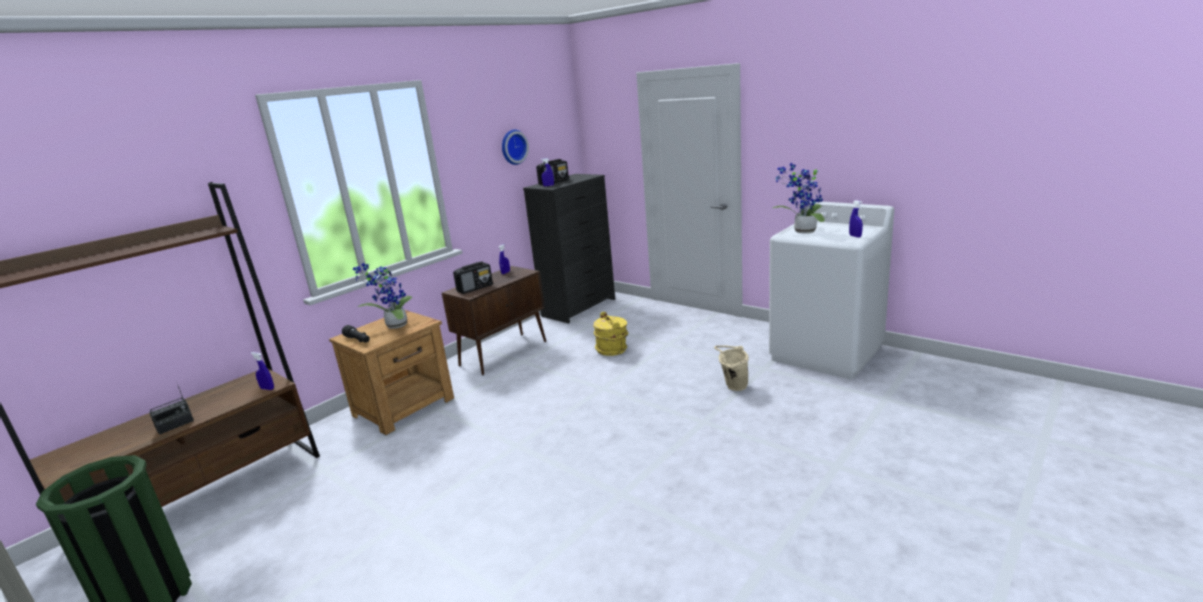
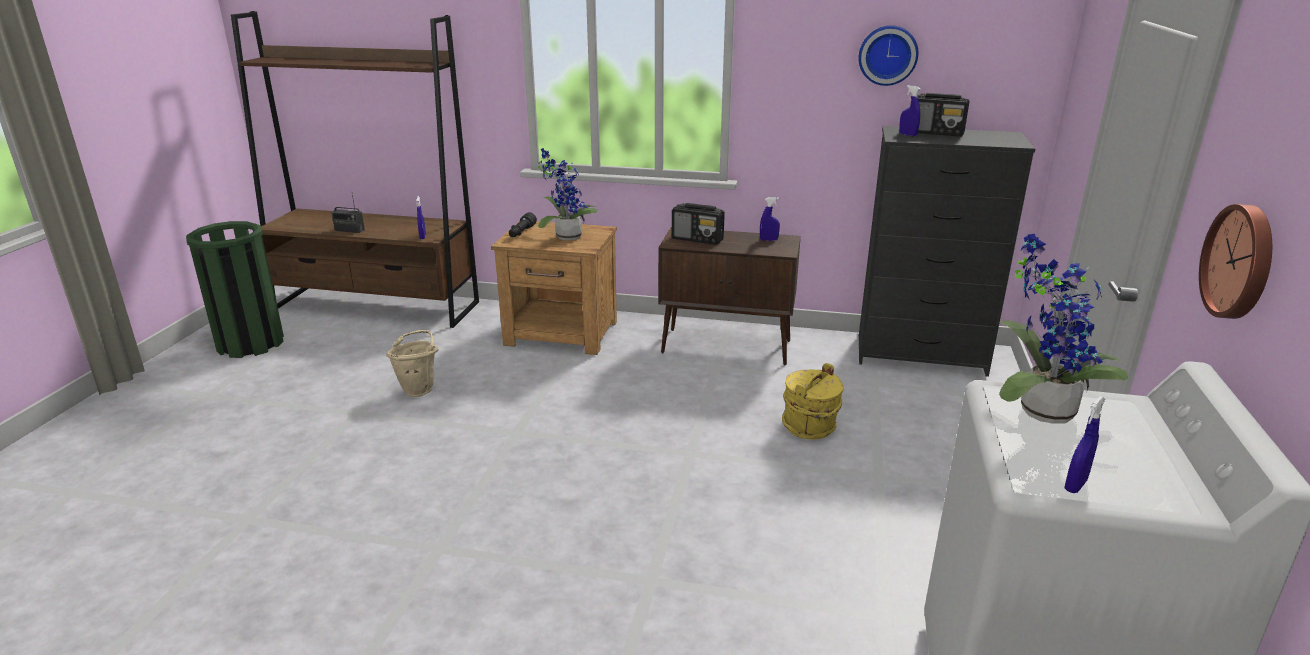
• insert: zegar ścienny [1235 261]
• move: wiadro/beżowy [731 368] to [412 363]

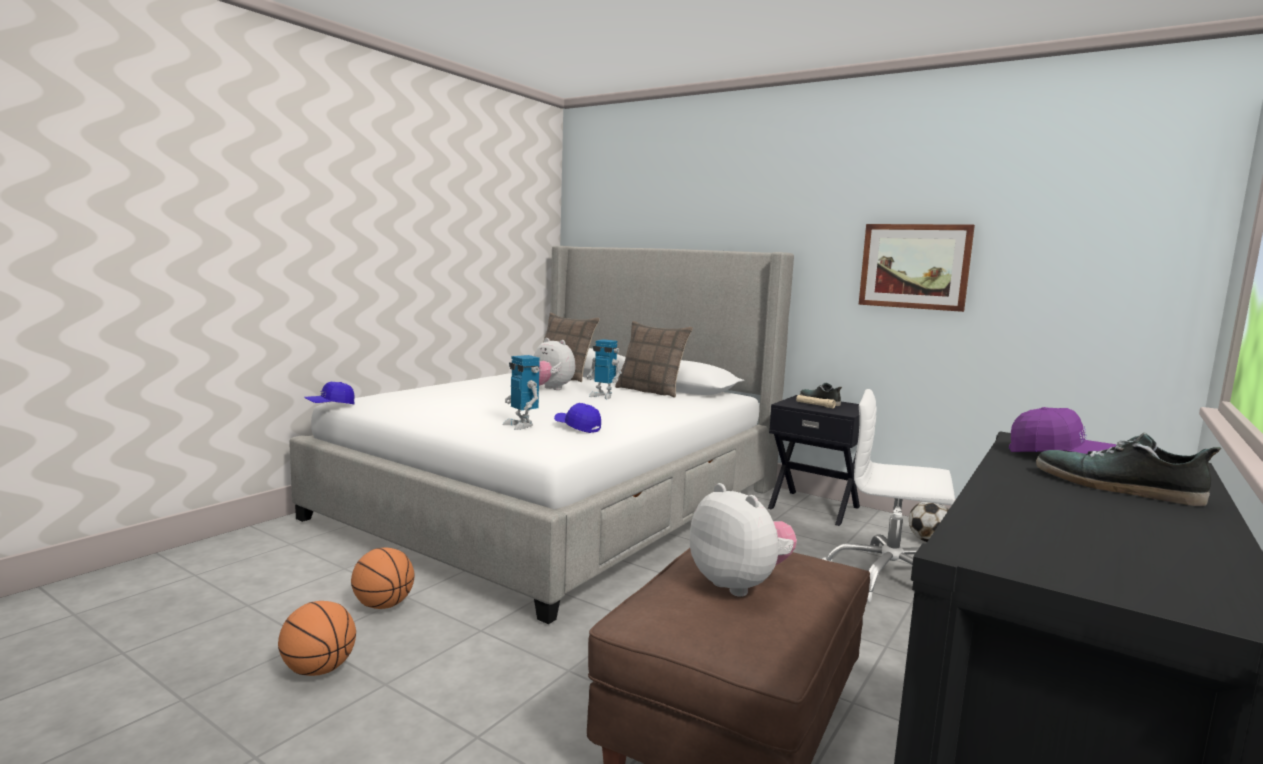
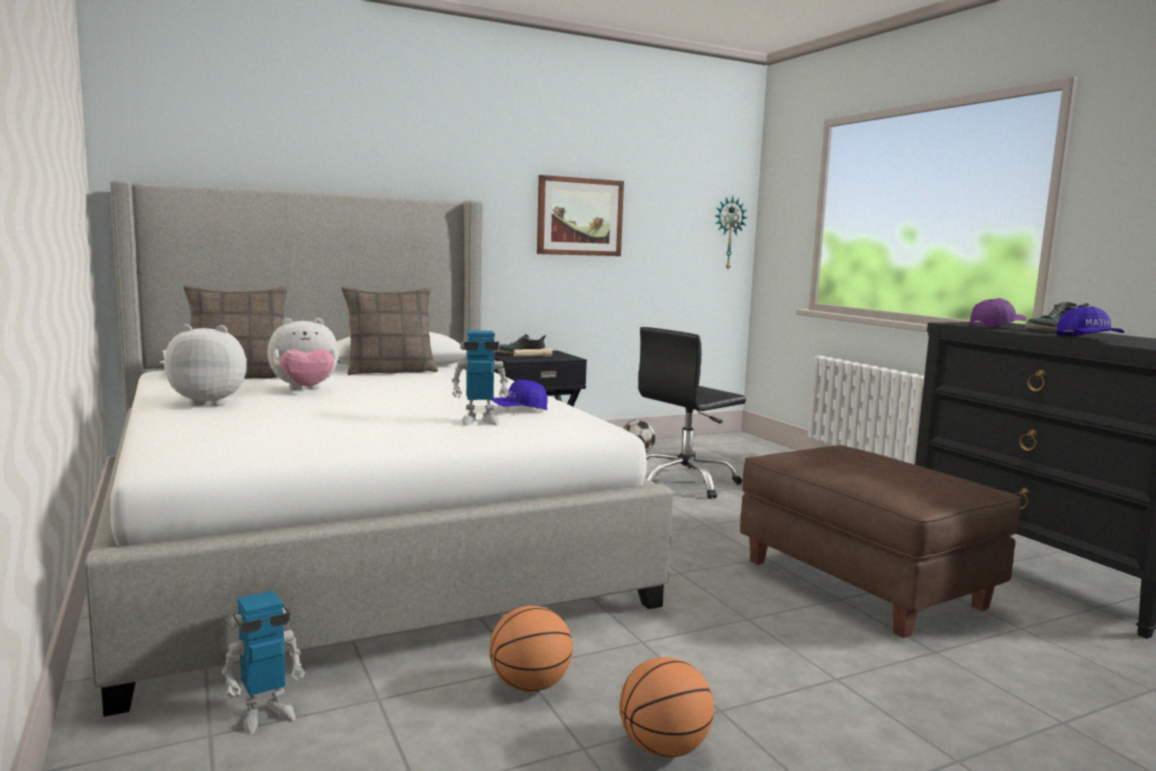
• insert: zegar ścienny [731 232]
• move: czapka z daszkiem/niebieski [329 393] to [1090 321]
• move: robot zabawkowy [604 369] to [263 662]
• move: pluszak [743 540] to [205 365]
• recolor: krzesło biurowe/biały [888 495] to krzesło biurowe/czarny [692 413]

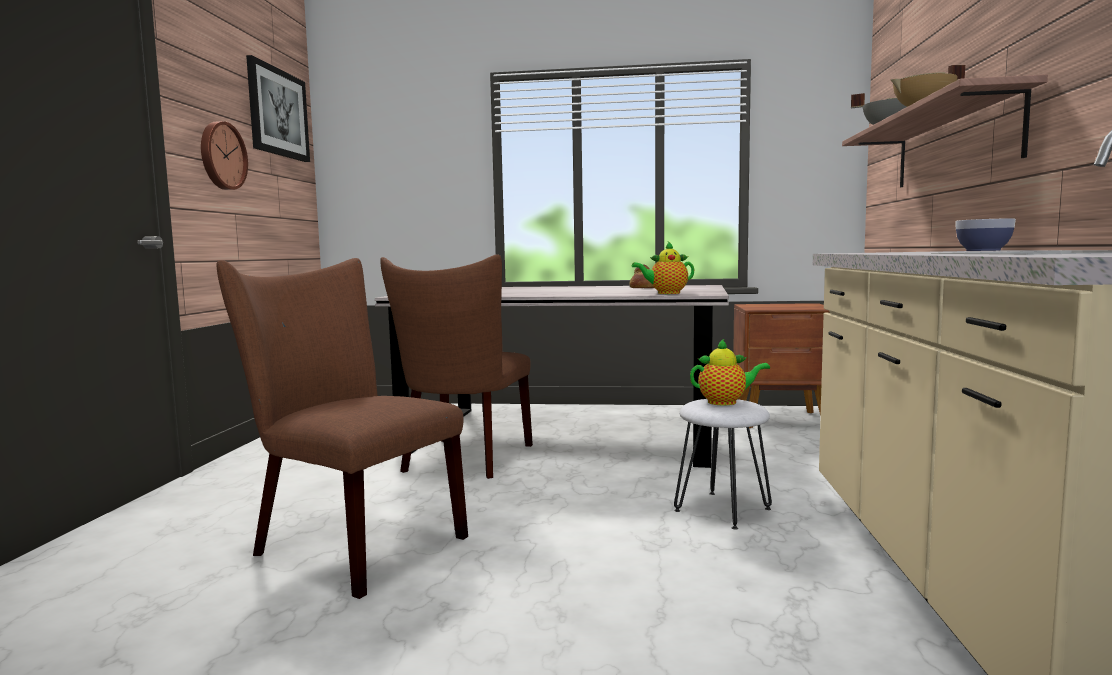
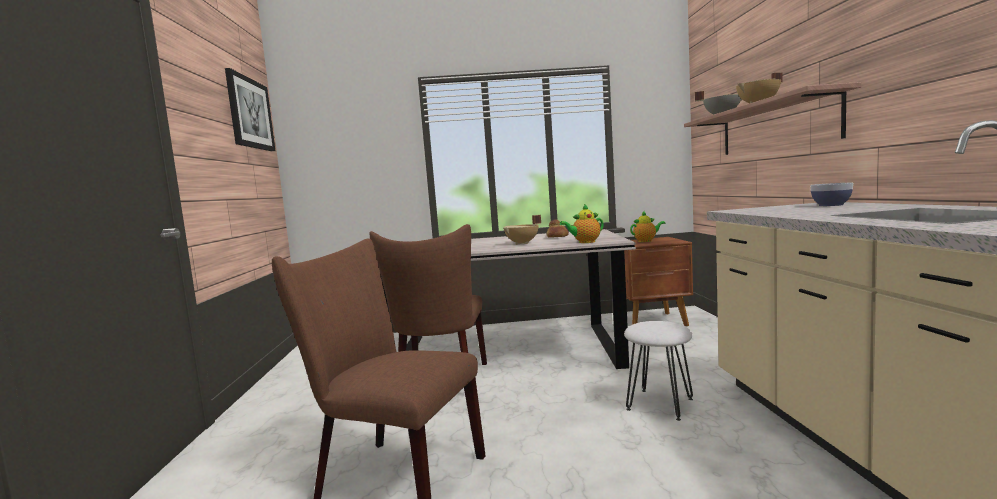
• delete: zegar ścienny [224 155]
• insert: garnek/beżowy [522 230]
• move: imbryk [730 371] to [647 226]

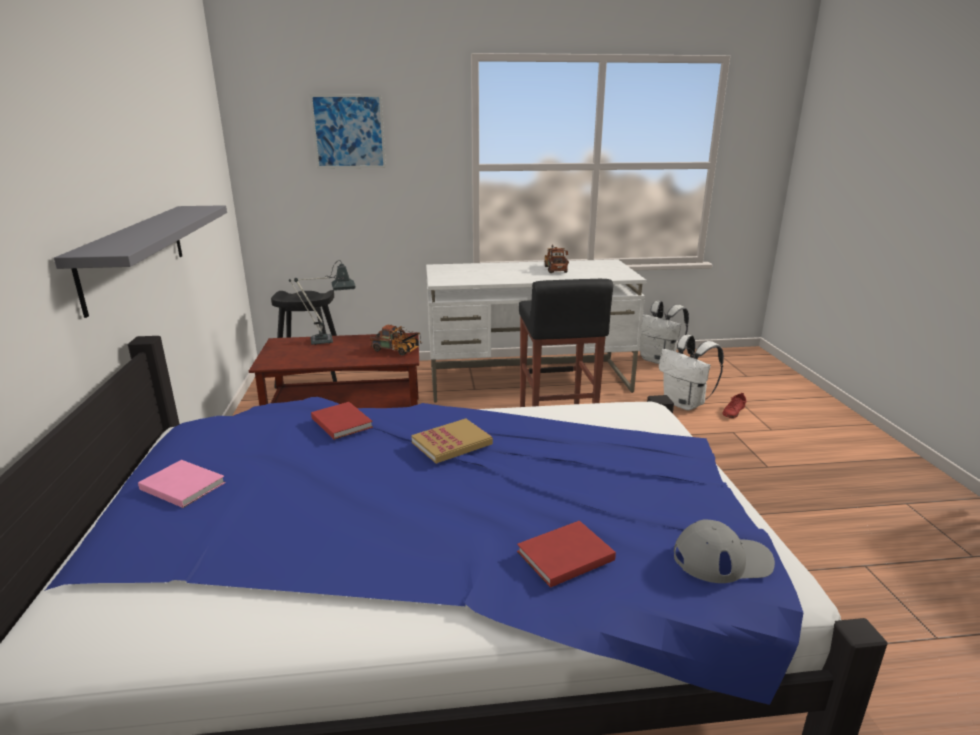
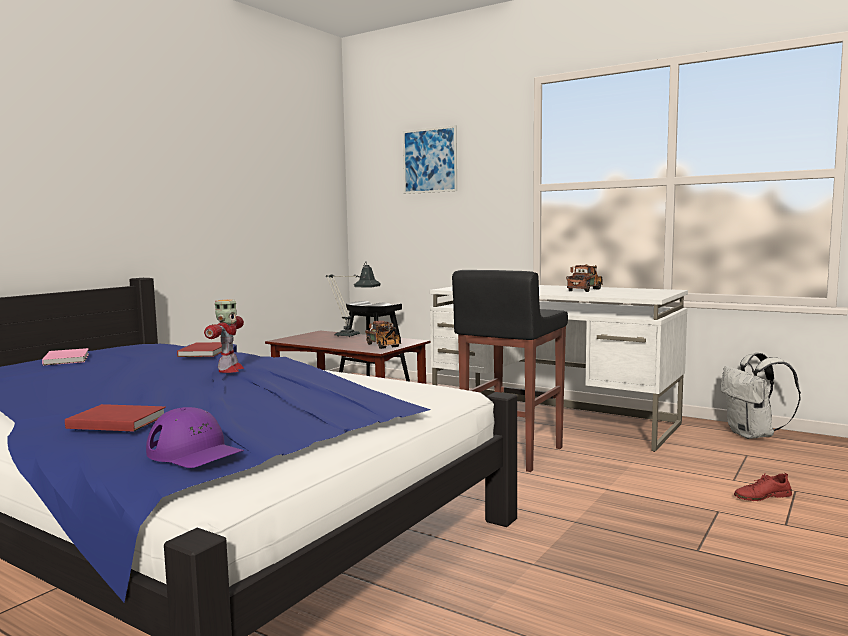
• delete: półka/szary [140 261]
• delete: plecak/biały [691 372]
• replace: książka [452 441] to robot zabawkowy [224 336]
• recolor: czapka z daszkiem/szary [724 551] to czapka z daszkiem/fioletowy [195 437]

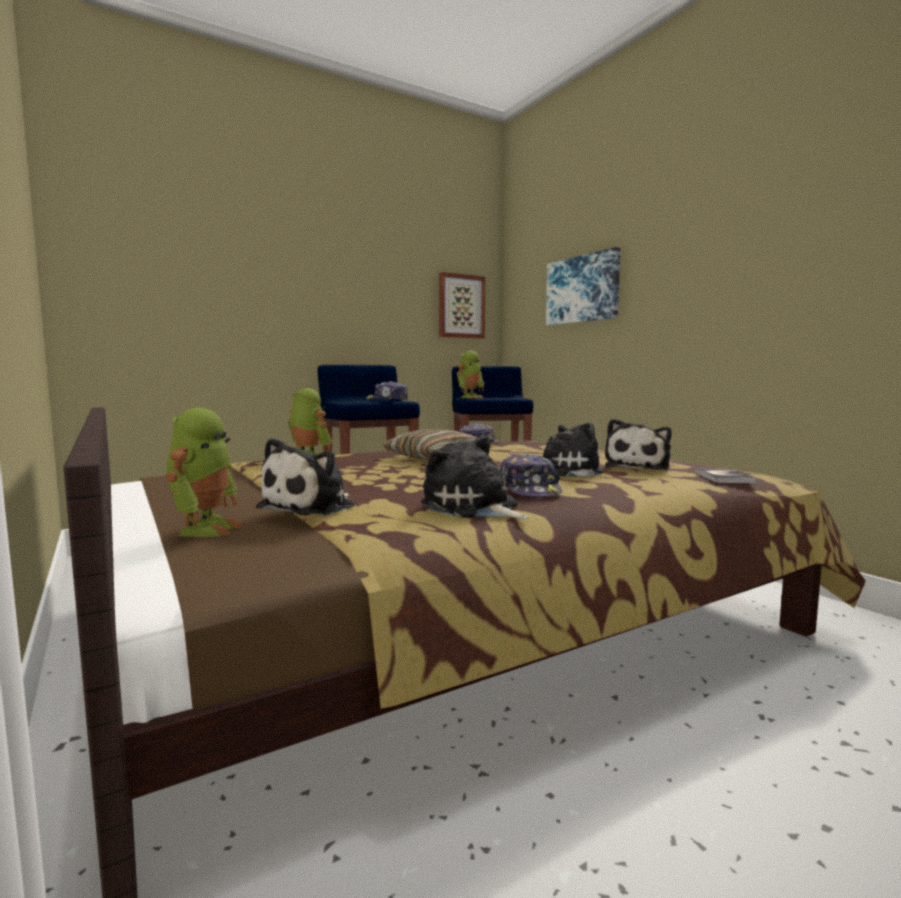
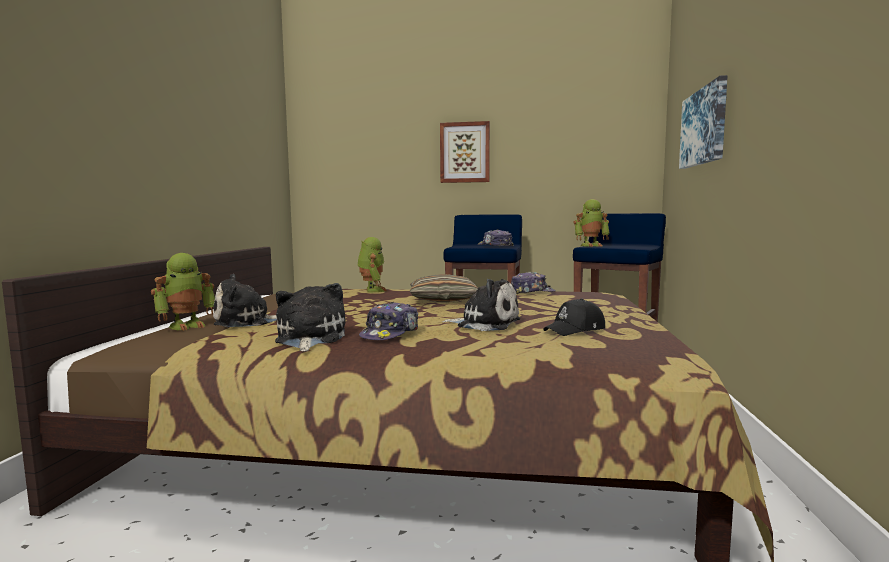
• delete: książka [726 476]
• move: obraz [462 305] to [465 152]
• replace: pluszak [638 444] to czapka z daszkiem/czarny [574 317]

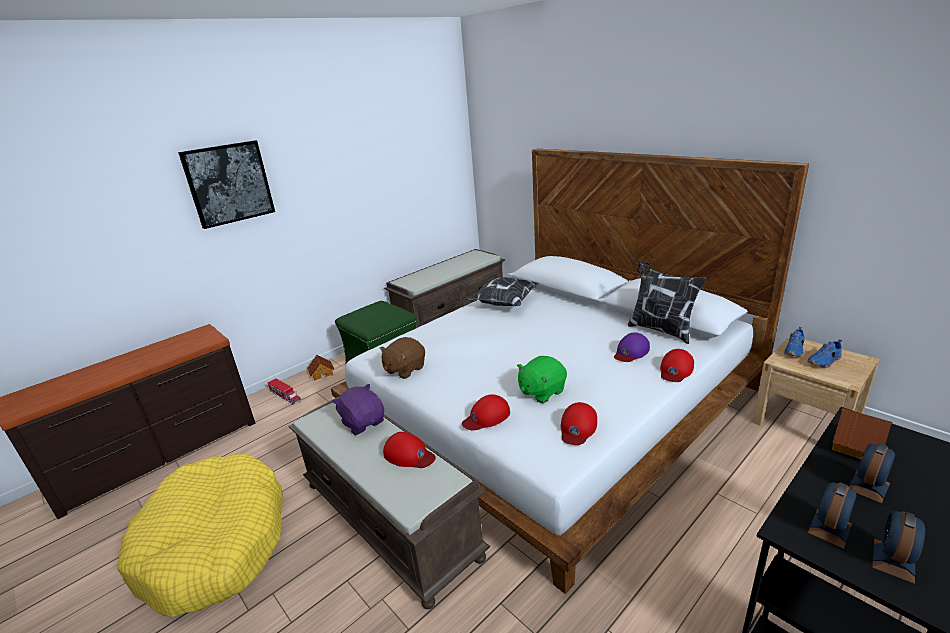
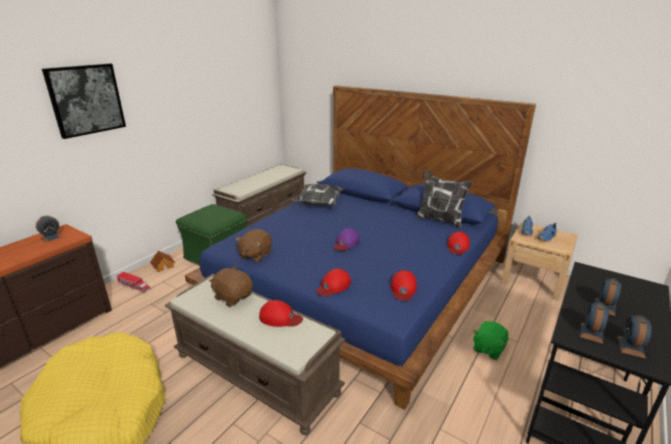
• delete: domek [862 434]
• insert: budzik [49 228]
• move: pluszak/zielony [542 379] to [490 340]
• move: czapka z daszkiem/fioletowy [632 347] to [347 239]
• recolor: łóżko/biały [570 371] to łóżko/niebieski [360 247]
• recolor: pluszak/fioletowy [358 409] to pluszak/brązowy [231 286]

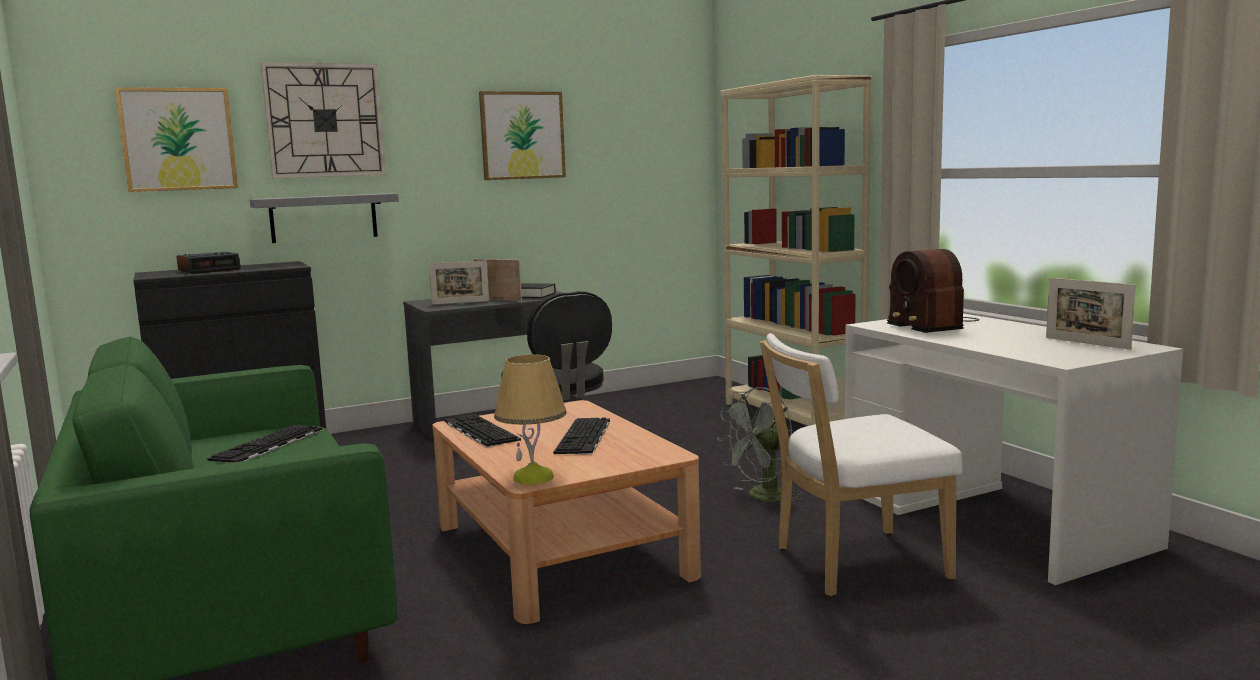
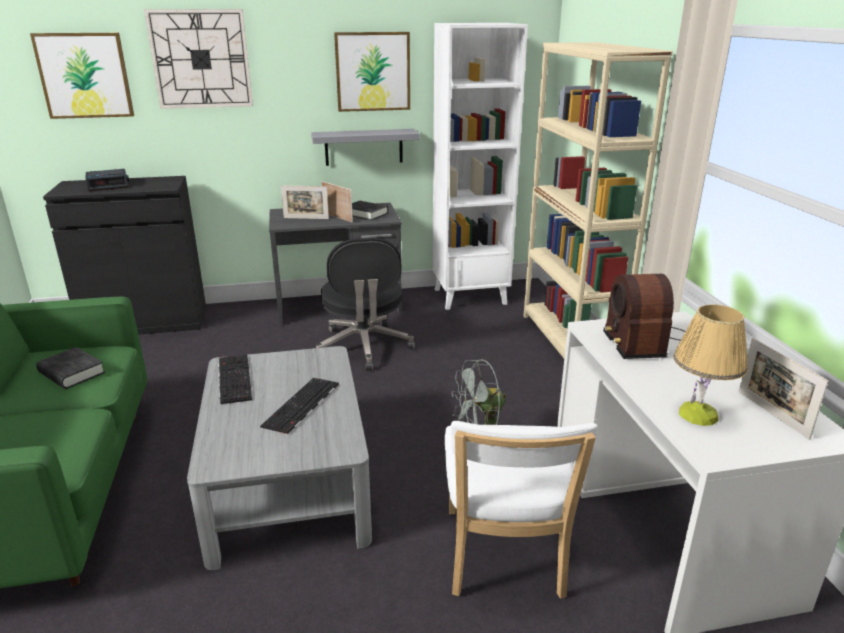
• insert: regał/biały [480 166]
• move: półka/szary [324 218] to [365 147]
• move: lampa stołowa [530 419] to [710 365]
• replace: klawiatura [264 444] to książka/czarny [70 368]
• recolor: ława/brązowy [566 512] to ława/szary [279 458]
• rotate: krzesło/biały [861 464] = [521 510] 90 degrees counterclockwise

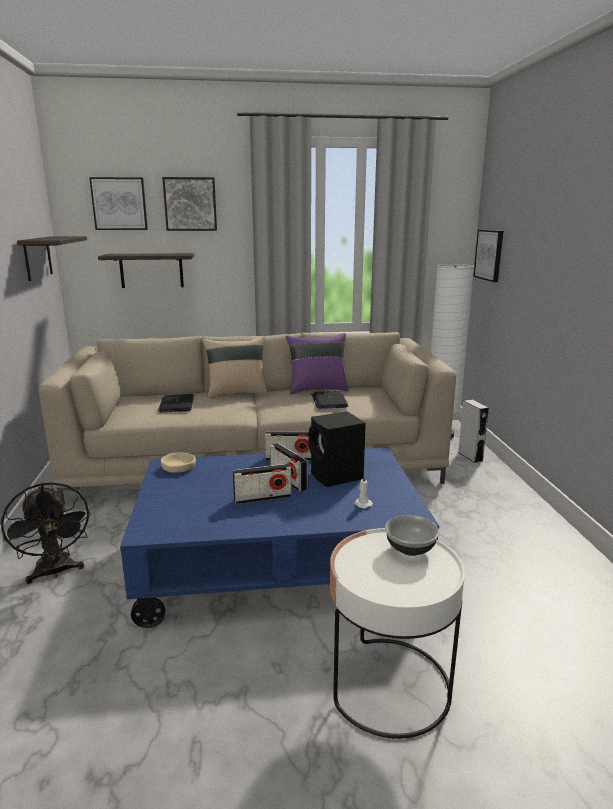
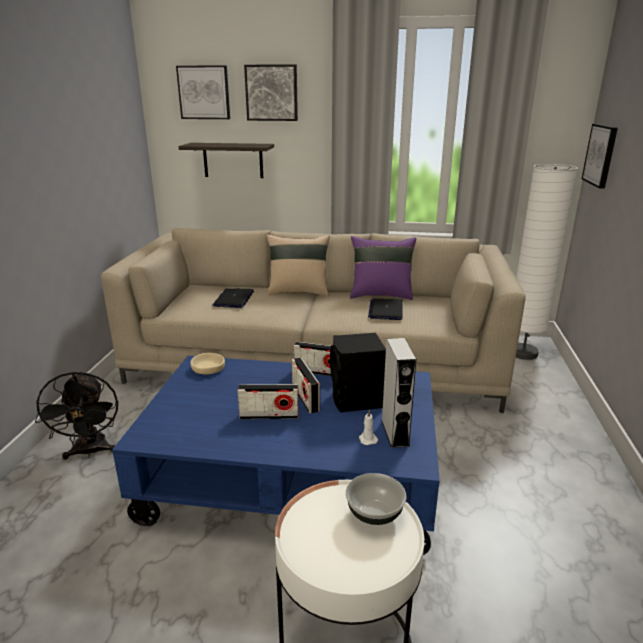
• delete: półka [52 258]
• move: głośnik/szary [473 431] to [398 393]

